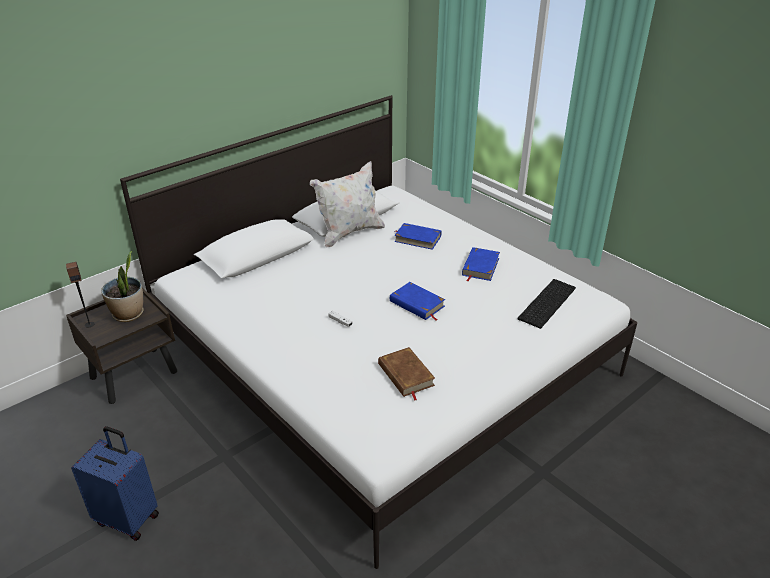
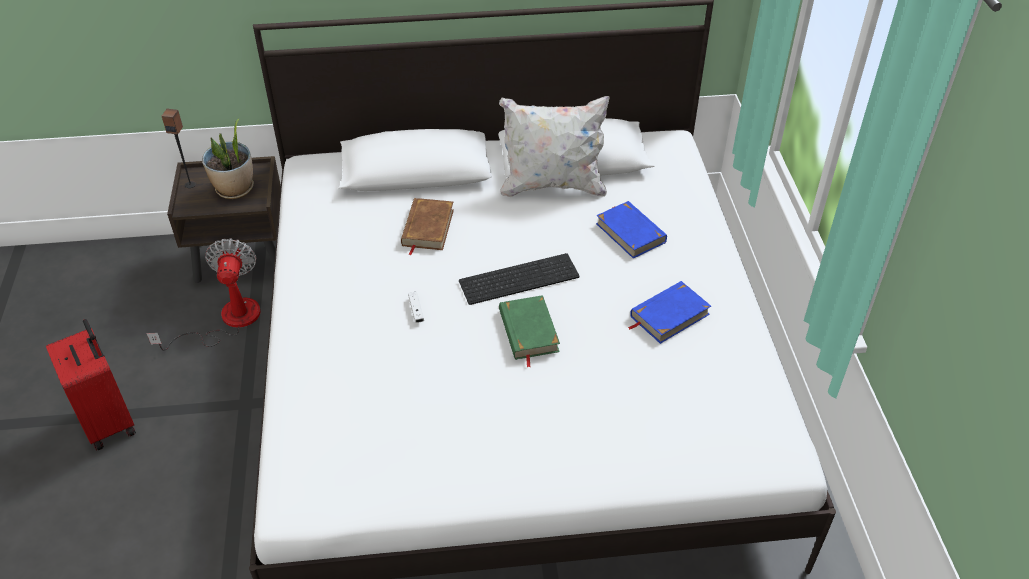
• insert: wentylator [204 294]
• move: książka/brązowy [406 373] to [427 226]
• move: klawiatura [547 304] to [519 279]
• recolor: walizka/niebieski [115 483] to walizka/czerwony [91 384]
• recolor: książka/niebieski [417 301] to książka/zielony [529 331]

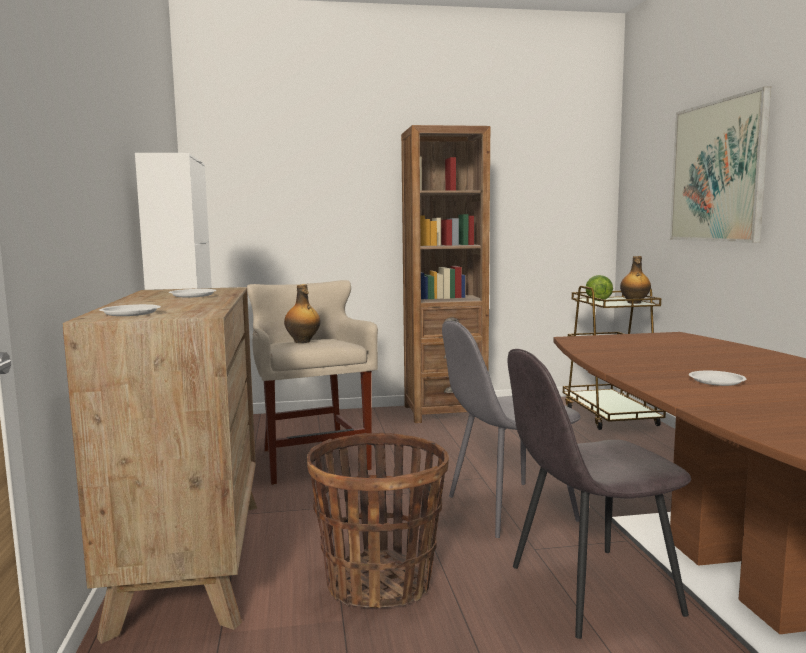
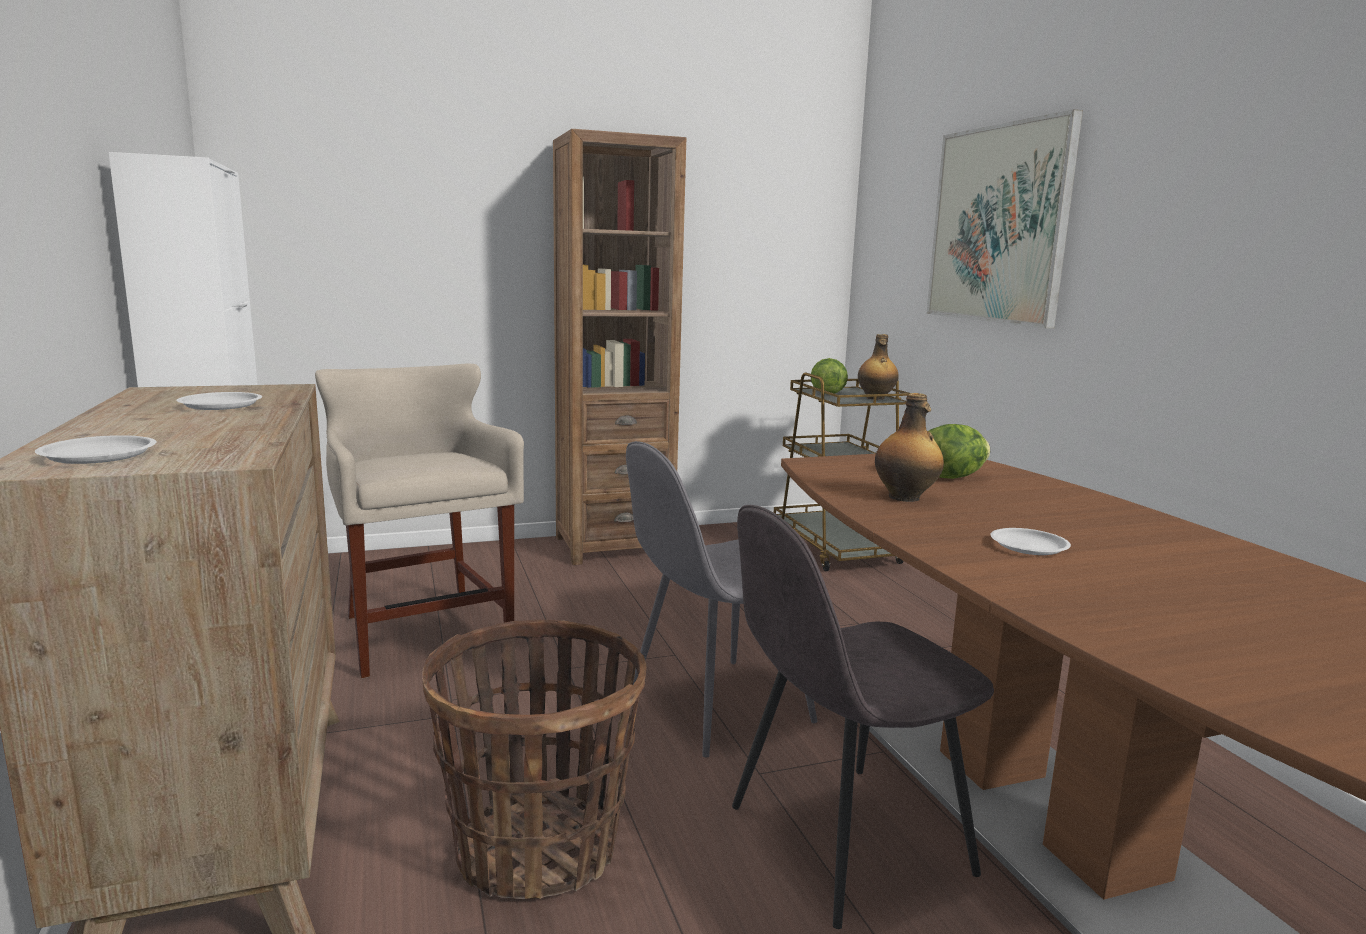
• insert: sałata [959 451]
• move: butelka [302 313] to [909 447]

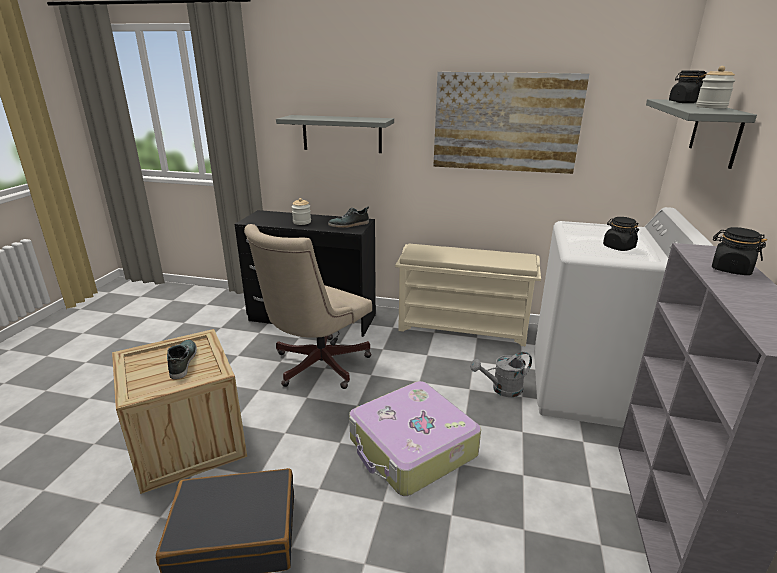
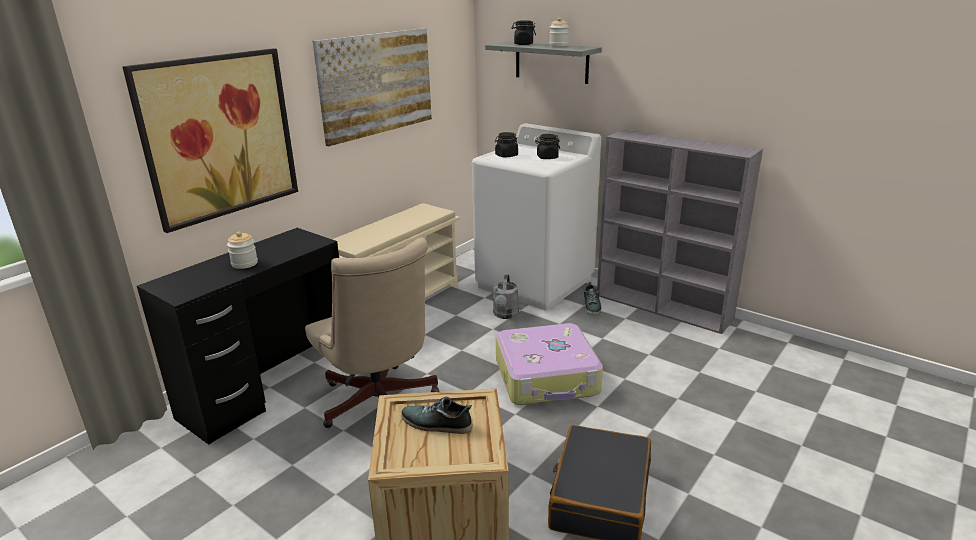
• move: but [348 217] to [592 298]
• move: słoik/czarny [739 251] to [506 144]
• replace: półka/szary [335 134] to obraz [210 140]

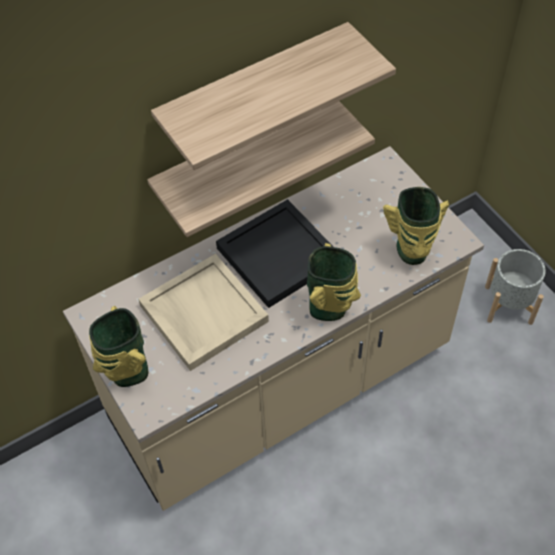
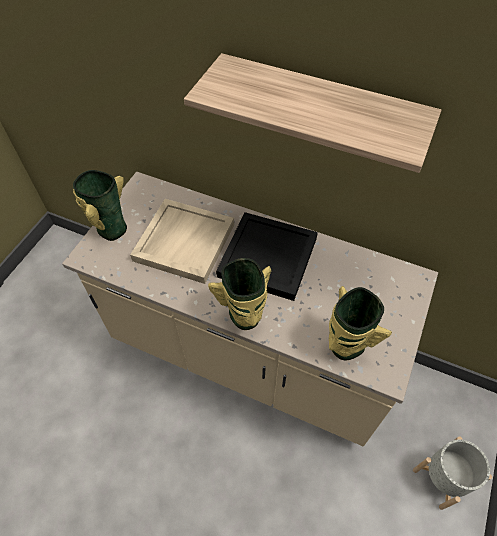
• delete: półka [261 169]

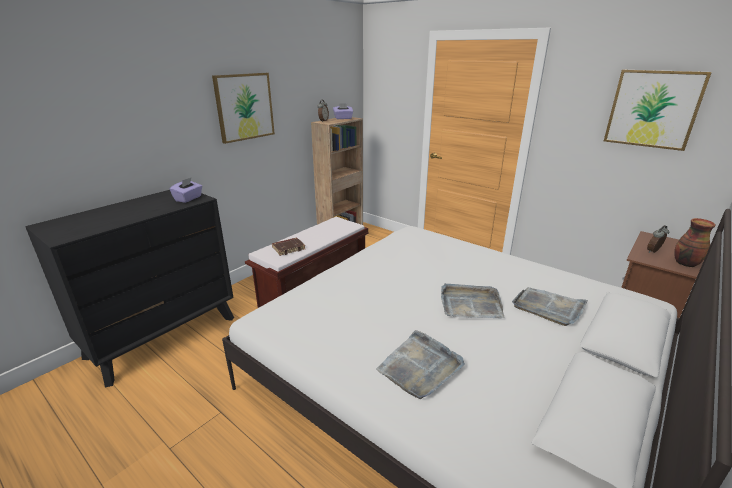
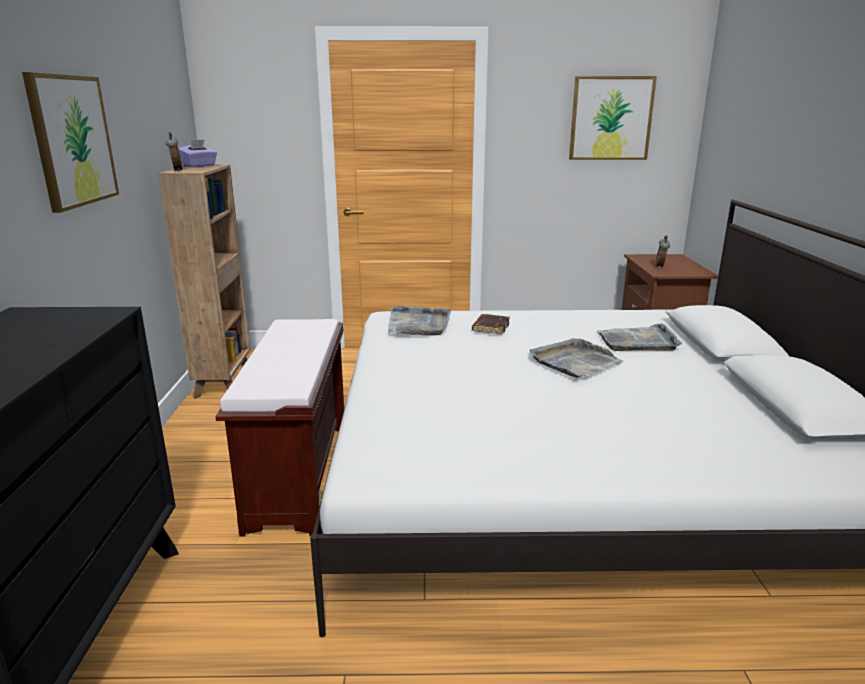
• delete: pudełko chusteczek/fioletowy [186 190]
• delete: wazon [695 242]
• move: książka/brązowy [288 247] to [491 324]
• move: taca/szary [420 364] to [419 321]

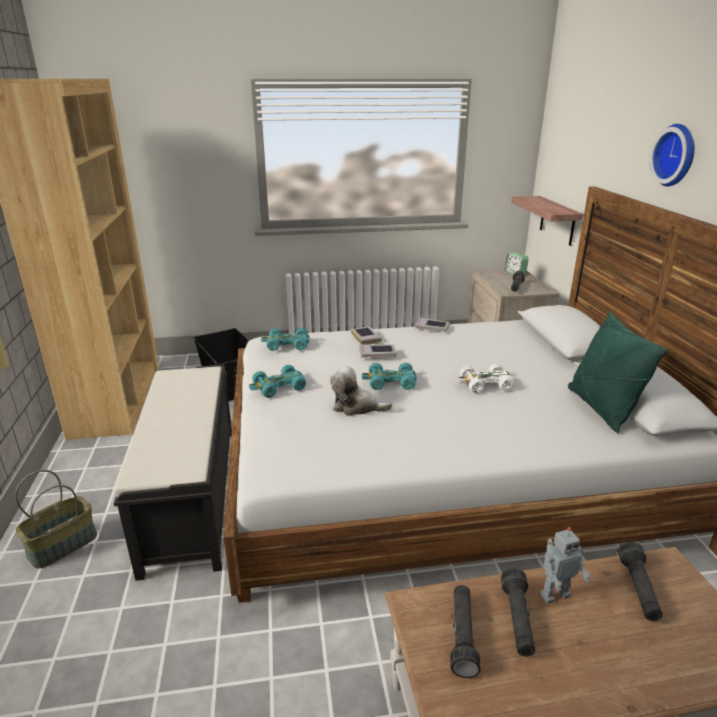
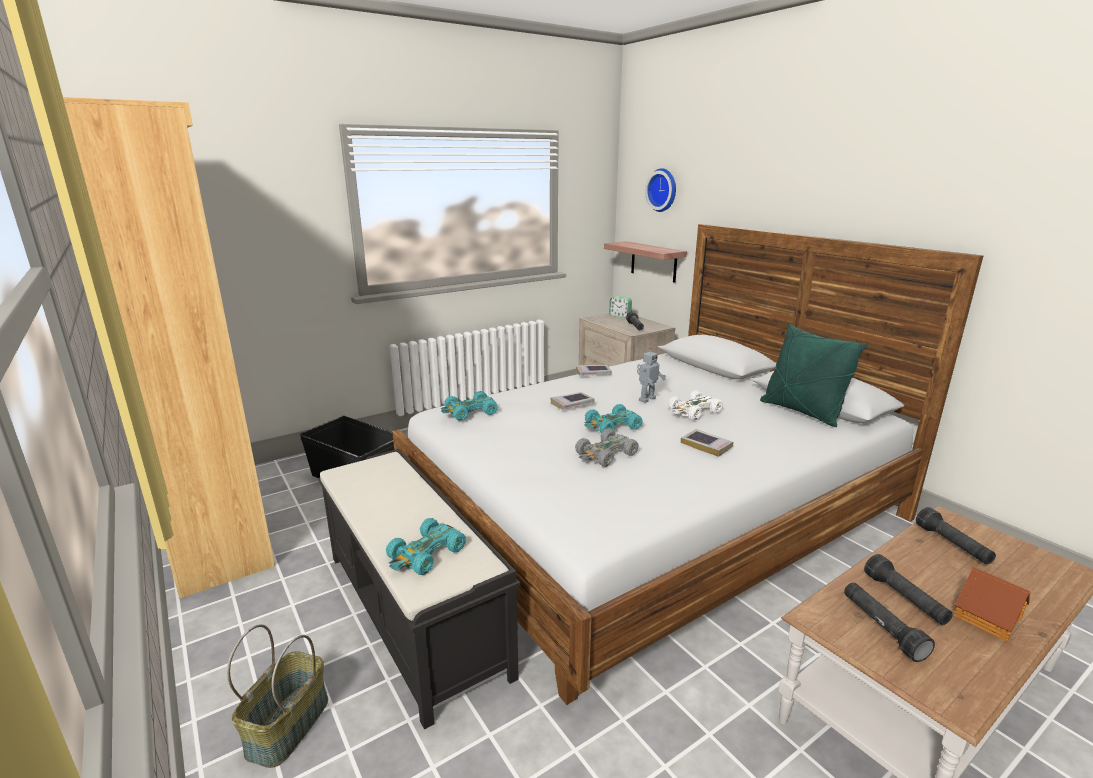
• insert: domek [992 604]
• move: samochodzik/turkusowy [277 381] to [426 546]
• move: książka [366 335] to [707 443]
• move: robot zabawkowy [565 565] to [651 375]
• move: zegar ścienny [672 155] to [660 190]
• replace: pluszak [361 391] to samochodzik/szary [607 448]

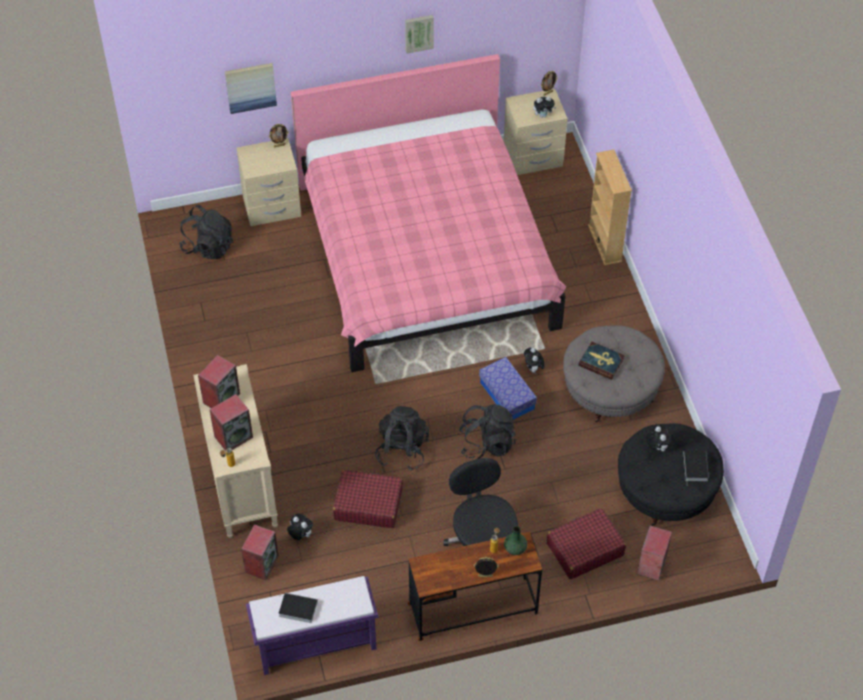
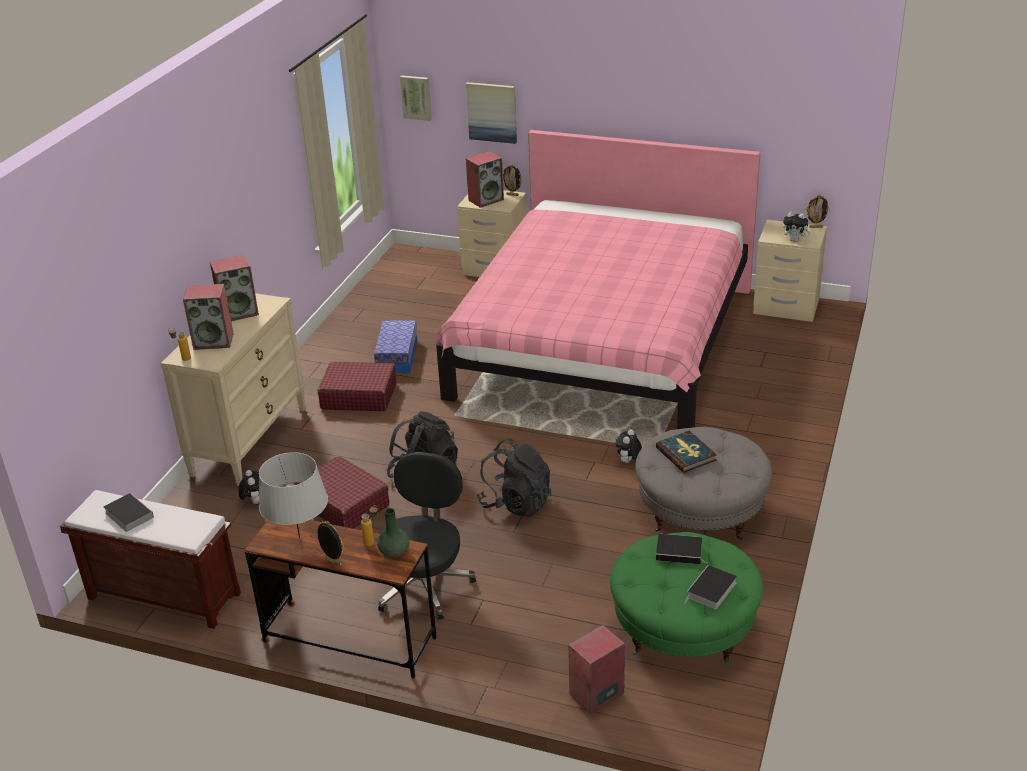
• delete: plecak/czarny [206 232]
• delete: regał/beżowy [610 207]
• insert: lampa stołowa/szary [293 495]
• move: głośnik [260 552] to [485 179]
• move: obraz [419 34] to [416 98]
• move: pojemnik do przechowywania [508 388] to [395 346]
• move: walizka/czerwony [586 543] to [357 386]
• replace: pluszak [659 438] to książka [682 549]
• recolor: ławka/fioletowy [312 625] to ławka/brązowy [150 559]
• recolor: pufa/czarny [671 474] to pufa/zielony [686 598]

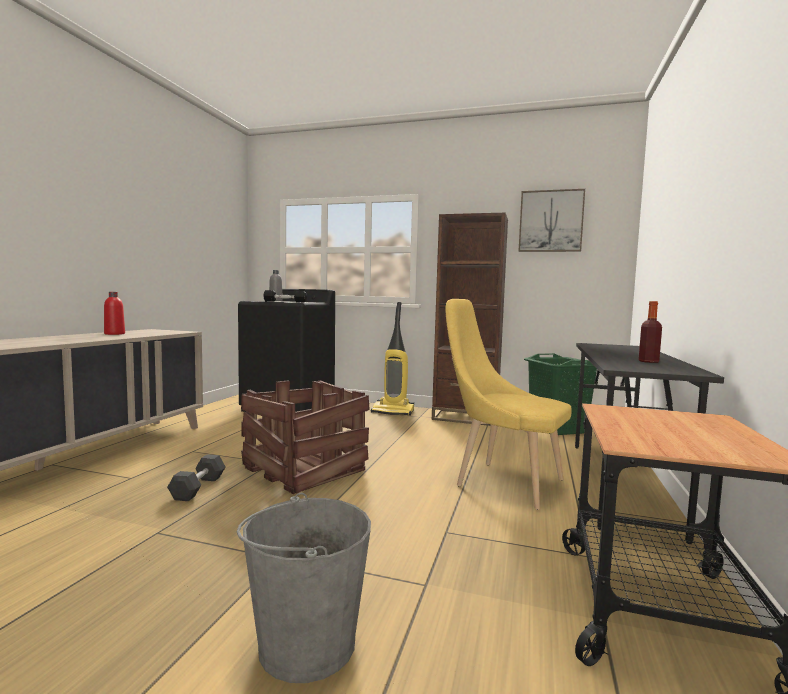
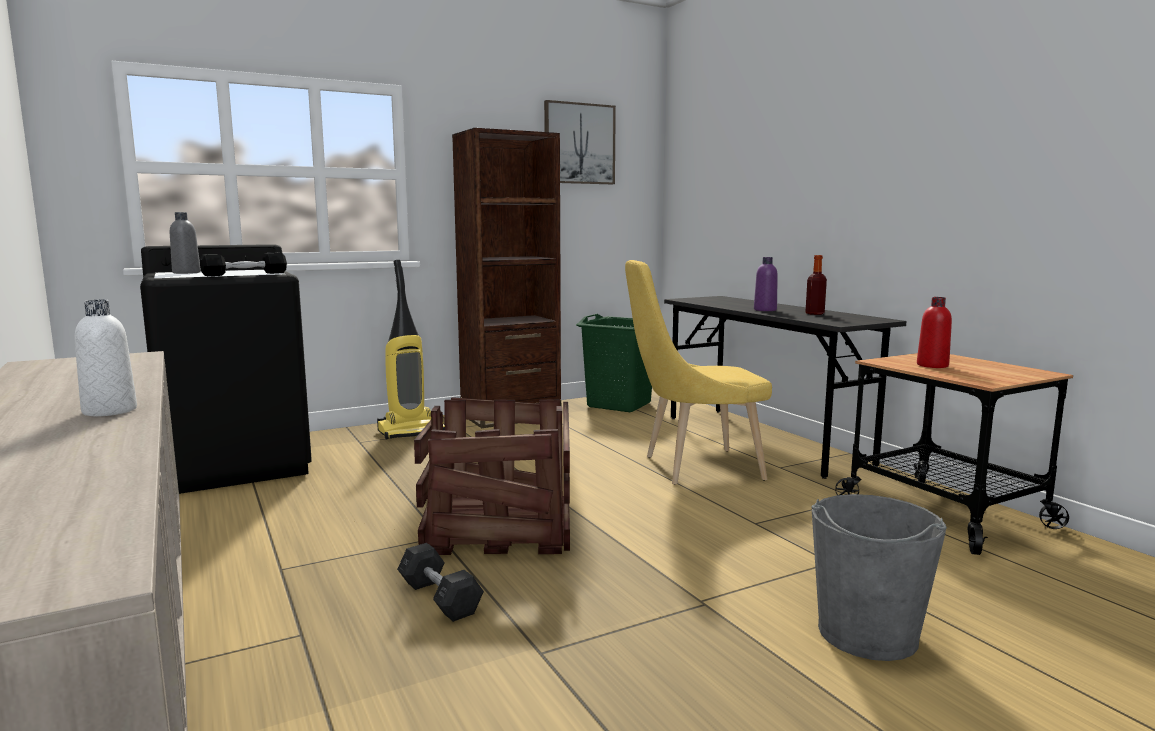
• insert: butelka/biały [106 358]
• insert: butelka/fioletowy [766 284]
• move: butelka/czerwony [114 313] to [934 332]

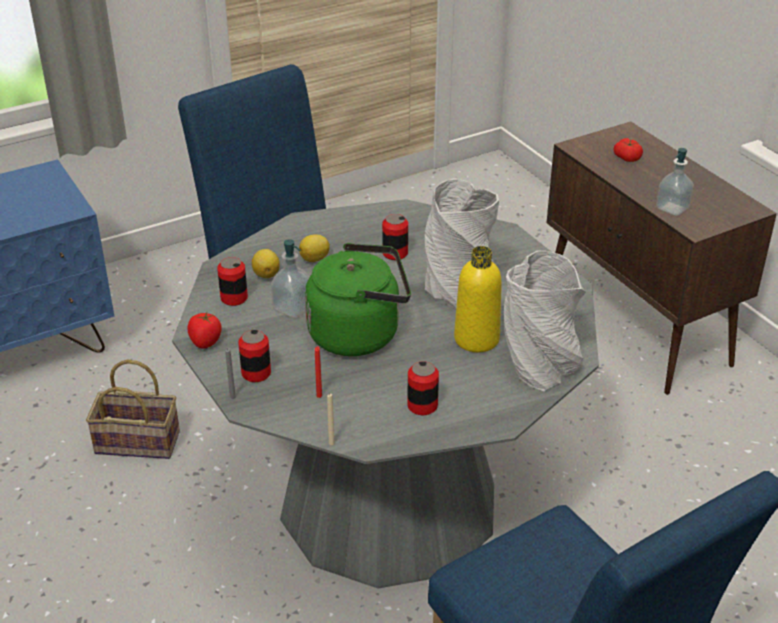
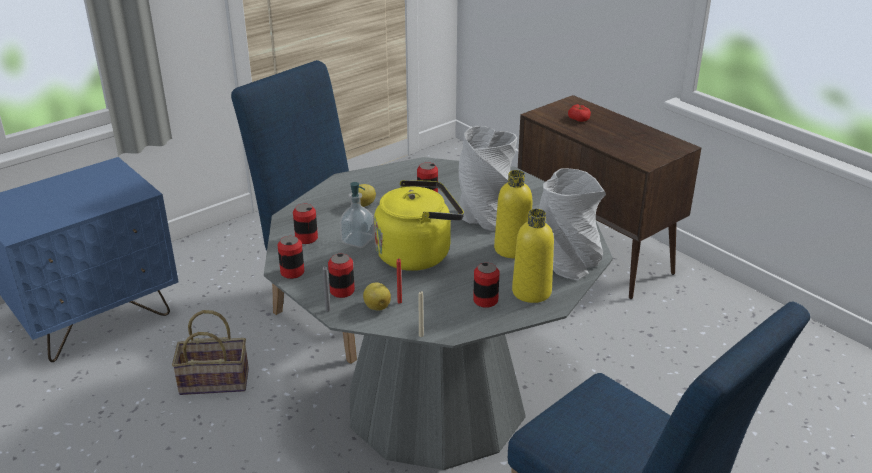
• delete: dozownik mydła [675 182]
• insert: butelka/żółty [533 256]
• move: cytryna [266 263] to [377 296]
• replace: pomidor [205 330] to puszka [291 257]
• recolor: czajnik/zielony [358 299] to czajnik/żółty [419 225]

